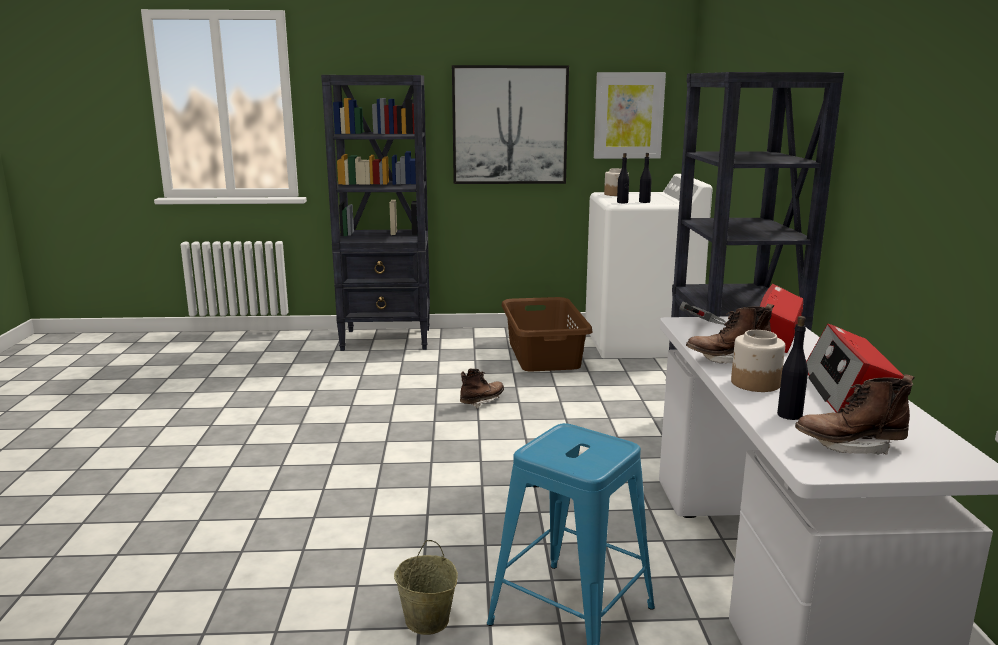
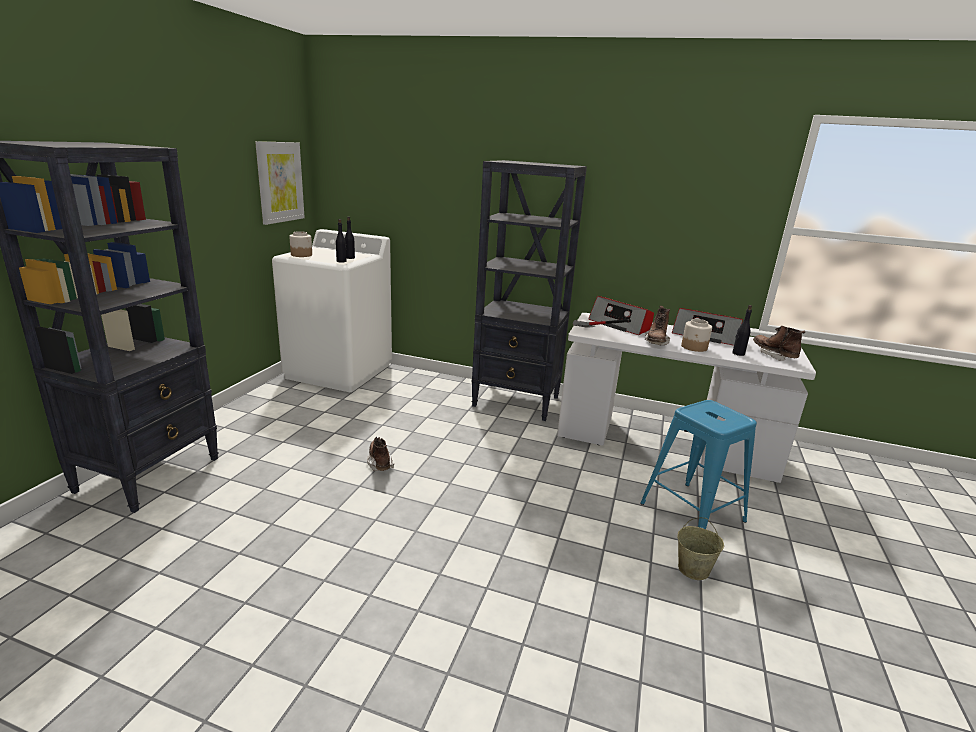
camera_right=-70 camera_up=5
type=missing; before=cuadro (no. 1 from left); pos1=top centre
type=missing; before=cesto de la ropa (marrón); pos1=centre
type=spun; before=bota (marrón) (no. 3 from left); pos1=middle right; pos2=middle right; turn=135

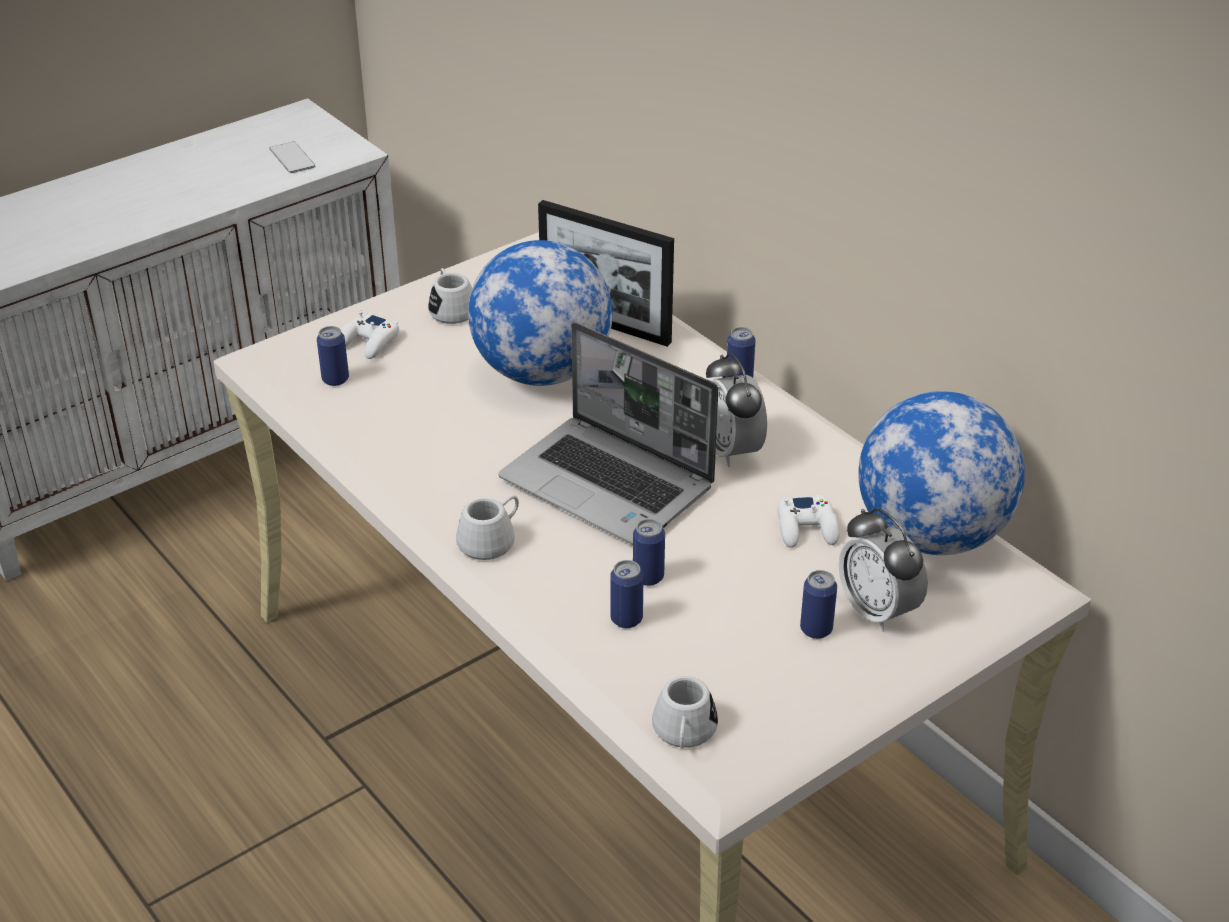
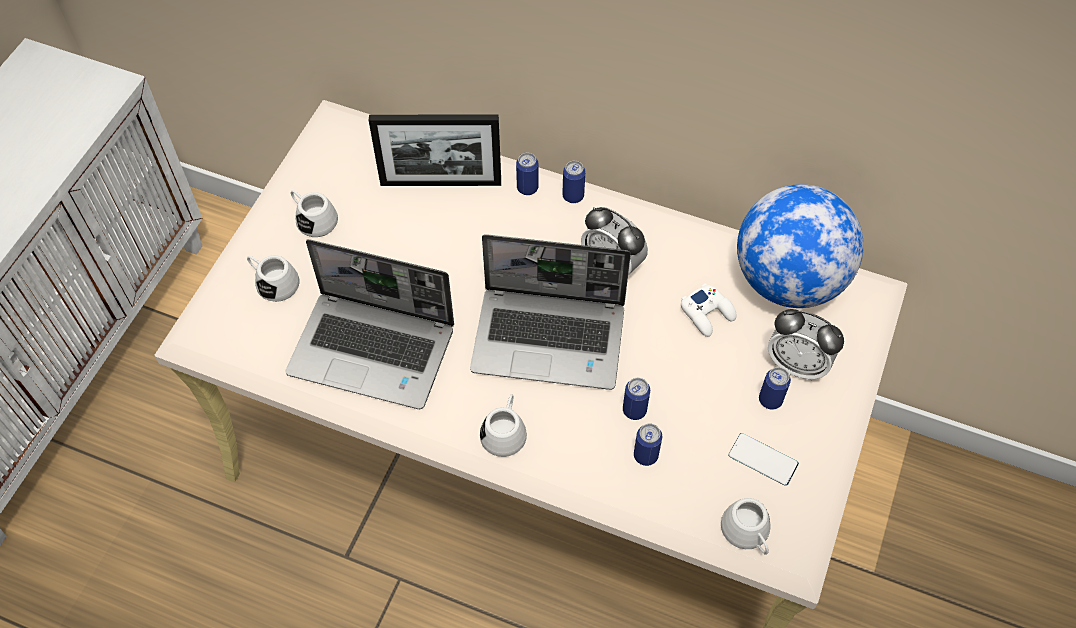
camera_right=-30 camera_up=20
type=relocated; before=móvil; pos1=top left; pos2=bottom right
type=relocated; before=lata (no. 1 from left); pos1=middle left; pos2=top centre
type=exchanged; before=mando de consola (blanco) (no. 1 from left); after=taza grande (blanco) (no. 1 from left); pos1=middle left; pos2=middle left
type=missing; before=globo terráqueo (no. 1 from left); pos1=centre
type=appeared; after=portátil (no. 1 from left); pos2=centre

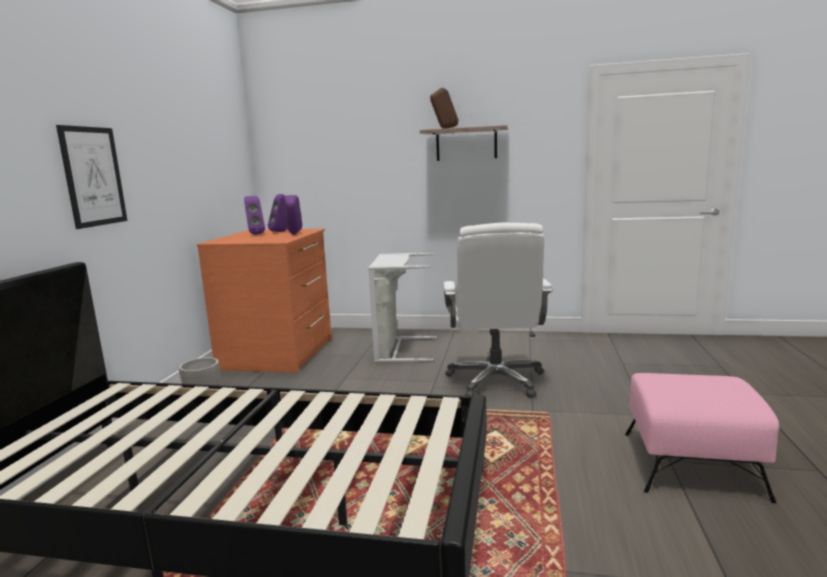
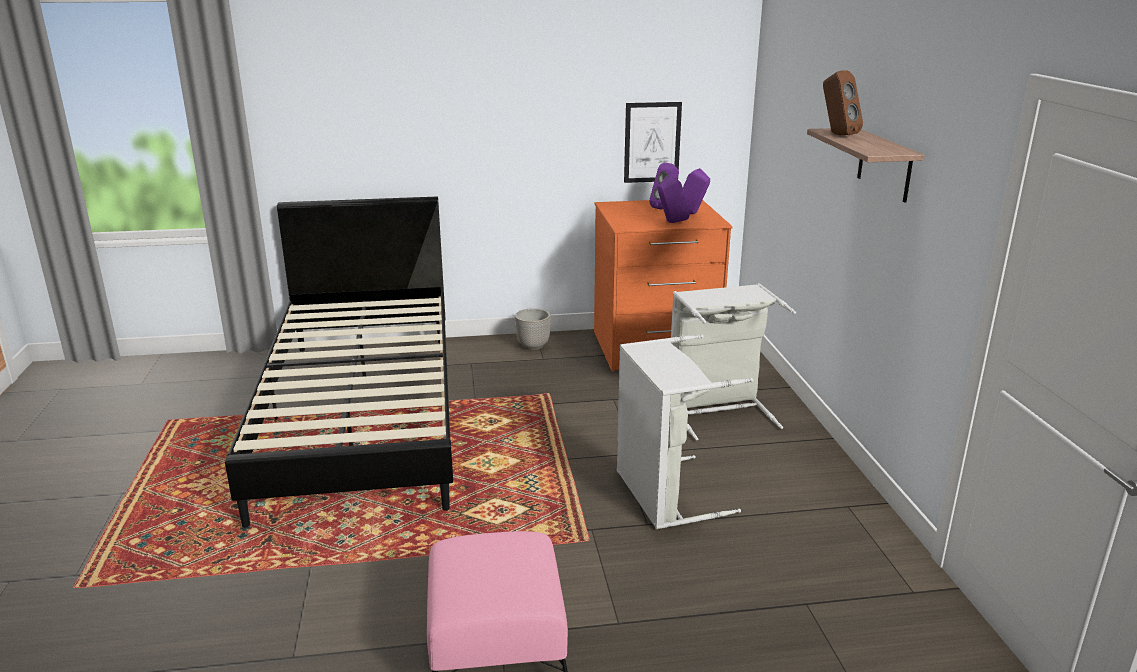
camera_right=70 camera_up=10
type=relocated; before=cuadro; pos1=top left; pos2=top centre
type=exchanged; before=silla de oficina (blanco); after=cesto de la ropa (gris) (no. 1 from left); pos1=centre; pos2=centre

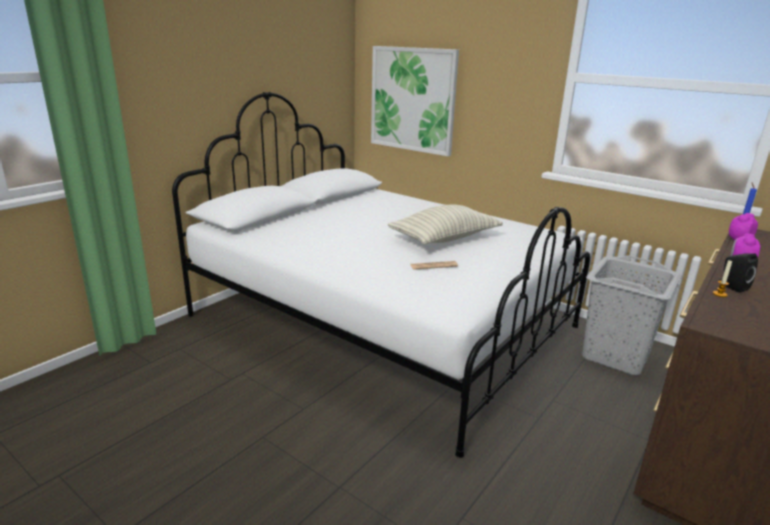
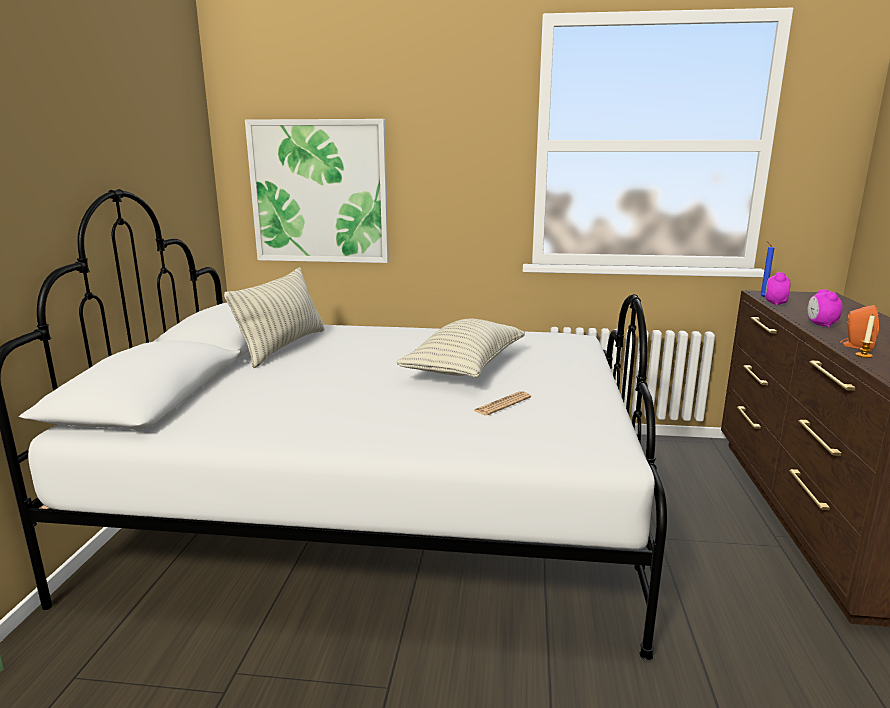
camera_right=-30 camera_up=-5
type=missing; before=cesto de la ropa (gris); pos1=middle right
type=colour; before=altavoz (negro); after=altavoz (naranja); pos1=middle right; pos2=middle right
type=appeared; after=cojín (no. 1 from left); pos2=middle left

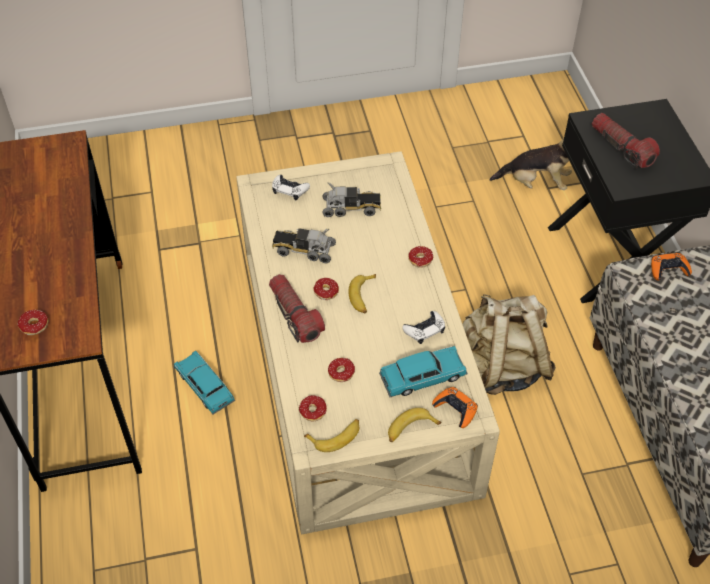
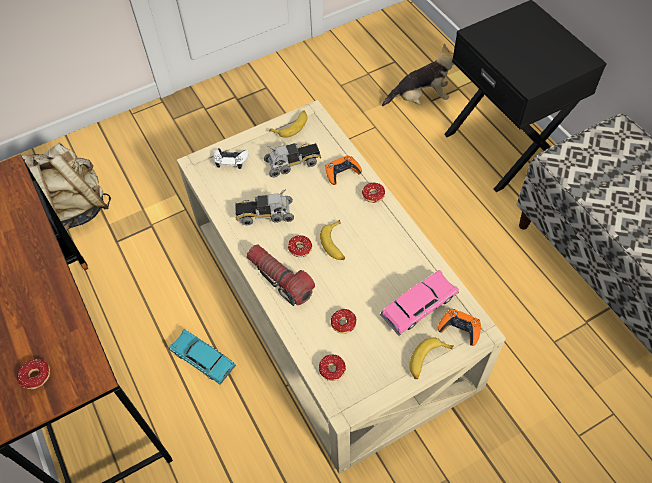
camera_right=-15 camera_up=5
type=relocated; before=plátano (no. 1 from left); pos1=bottom centre; pos2=top centre
type=colour; before=coche de juguete (turquesa) (no. 2 from left); after=coche de juguete (rosa); pos1=centre; pos2=centre
type=missing; before=mando de consola (blanco) (no. 2 from left); pos1=centre
type=relocated; before=mochila (beis); pos1=middle right; pos2=middle left
type=missing; before=linterna (no. 2 from left); pos1=top right
type=relocated; before=mando de consola (naranja) (no. 2 from left in the first image); after=mando de consola (naranja) (no. 1 from left); pos1=middle right; pos2=centre

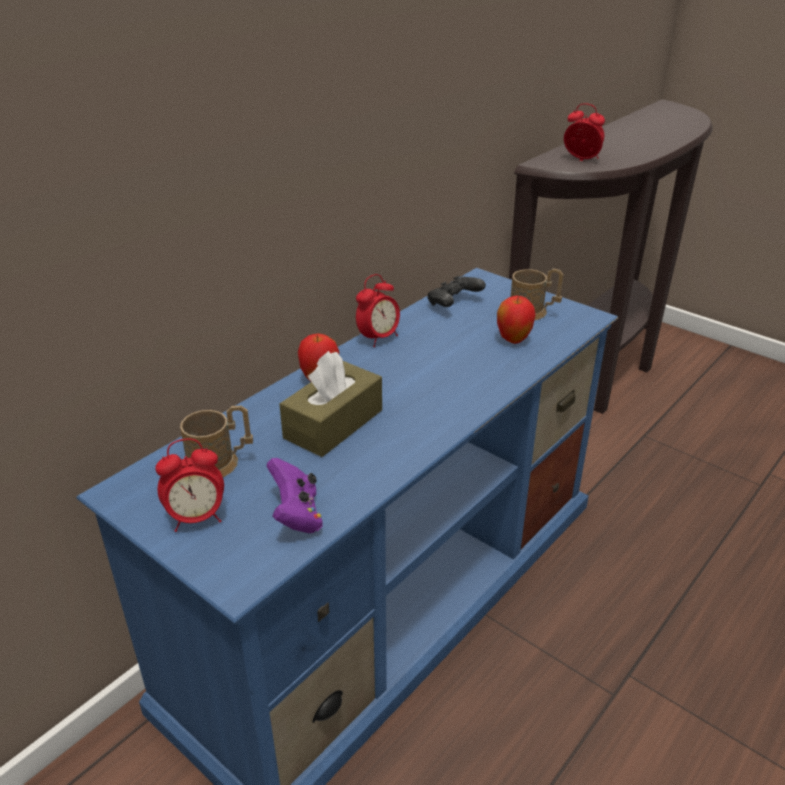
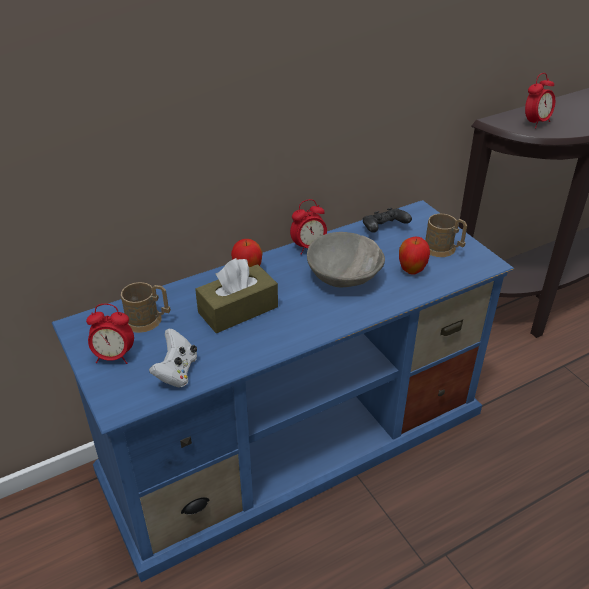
camera_right=20 camera_up=5
type=colour; before=mando de consola (morado); after=mando de consola (blanco); pos1=centre; pos2=middle left
type=spun; before=despertador (no. 3 from left); pos1=top right; pos2=top right; turn=90
type=appeared; after=cuenco (gris); pos2=centre

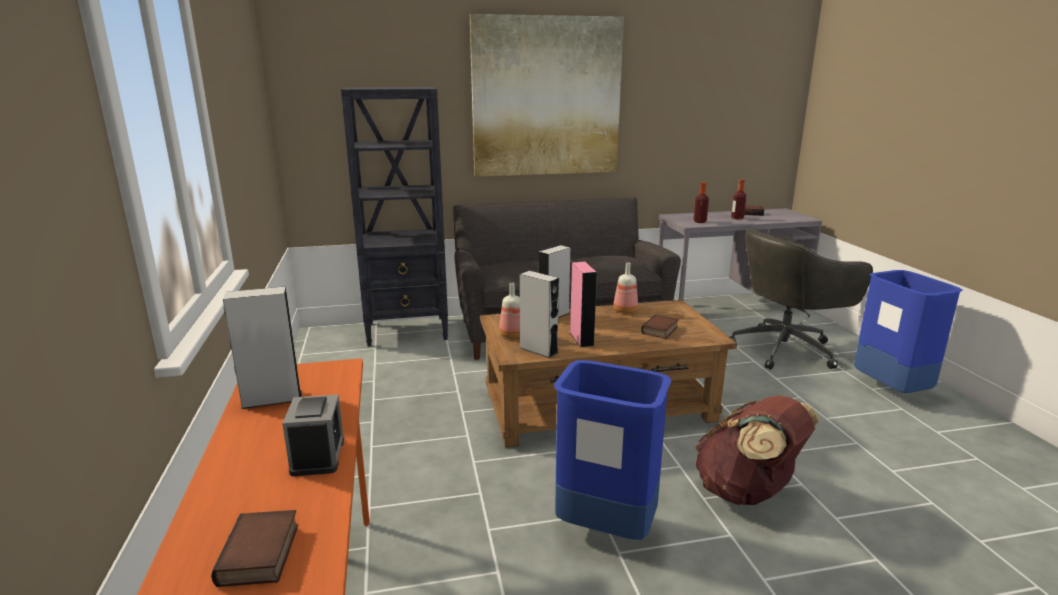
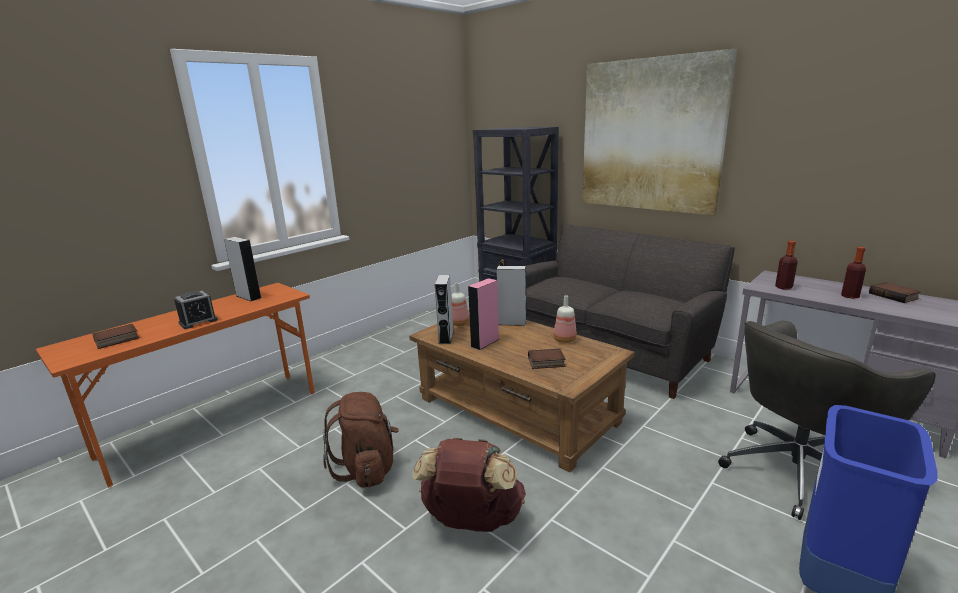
camera_right=55 camera_up=0
type=exchanged; before=papelera (azul) (no. 1 from left); after=mochila (marrón) (no. 1 from left); pos1=bottom centre; pos2=bottom centre
type=spun; before=silla de oficina (gris); pos1=middle right; pos2=bottom right; turn=-60

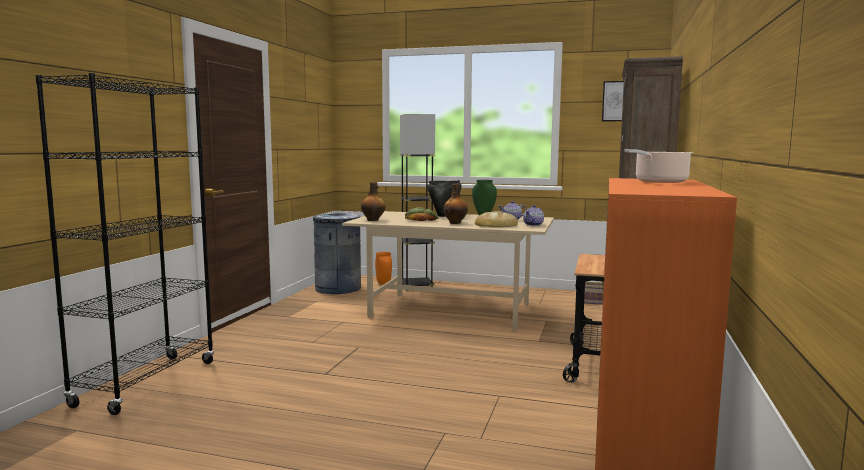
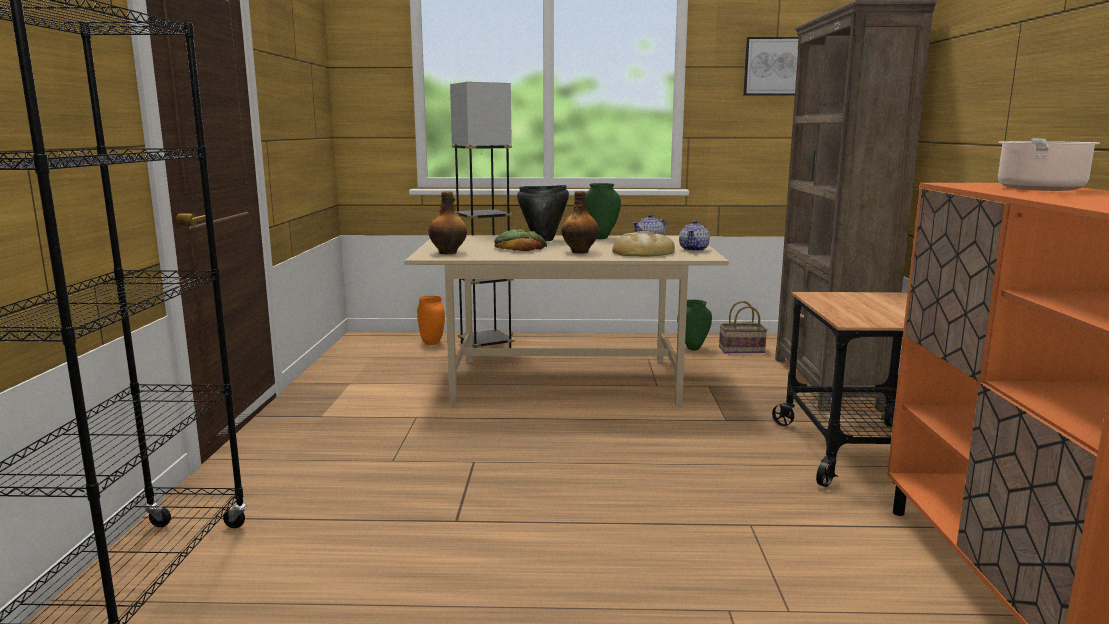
camera_right=-15 camera_up=5
type=missing; before=papelera (gris); pos1=centre
type=appeared; after=florero (verde) (no. 2 from left); pos2=centre

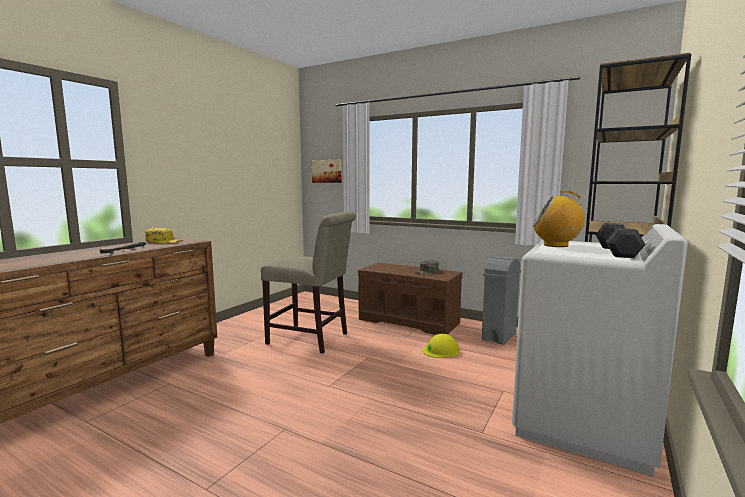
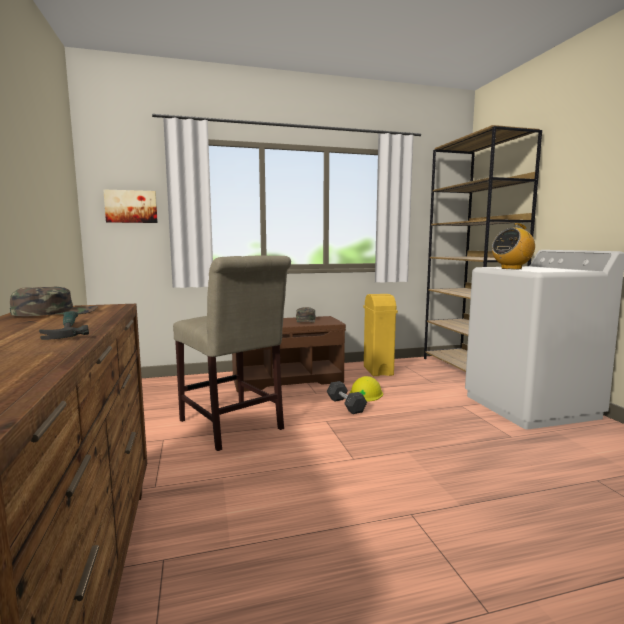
camera_right=-45 camera_up=0
type=colour; before=gorra (amarillo); after=gorra (verde) (no. 1 from left); pos1=middle left; pos2=middle left
type=spun; before=silla (beis); pos1=centre; pos2=centre; turn=75
type=colour; before=papelera (gris); after=papelera (amarillo); pos1=middle right; pos2=centre
type=relocated; before=mancuerna (gris); pos1=middle right; pos2=centre

